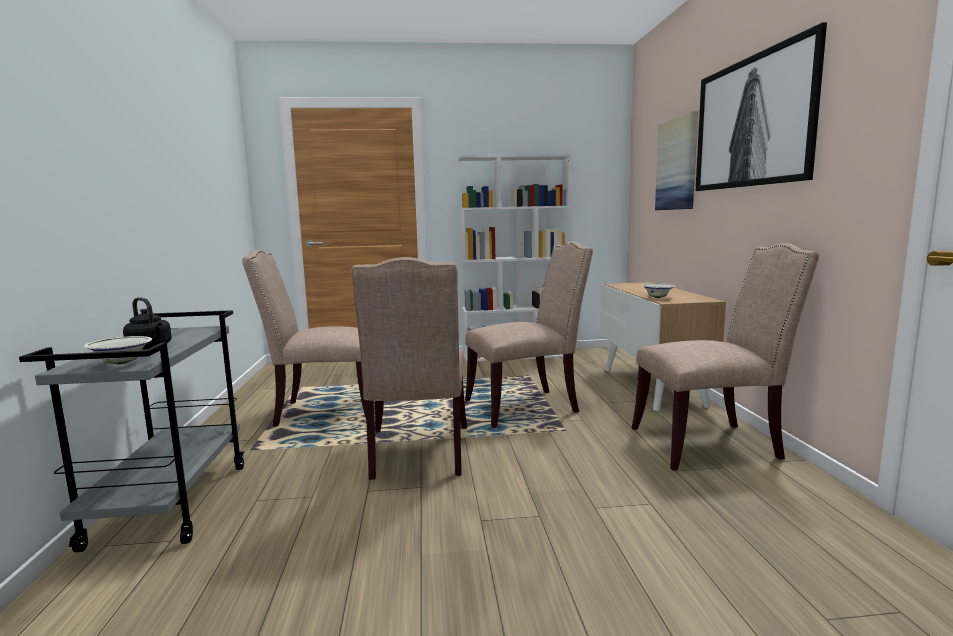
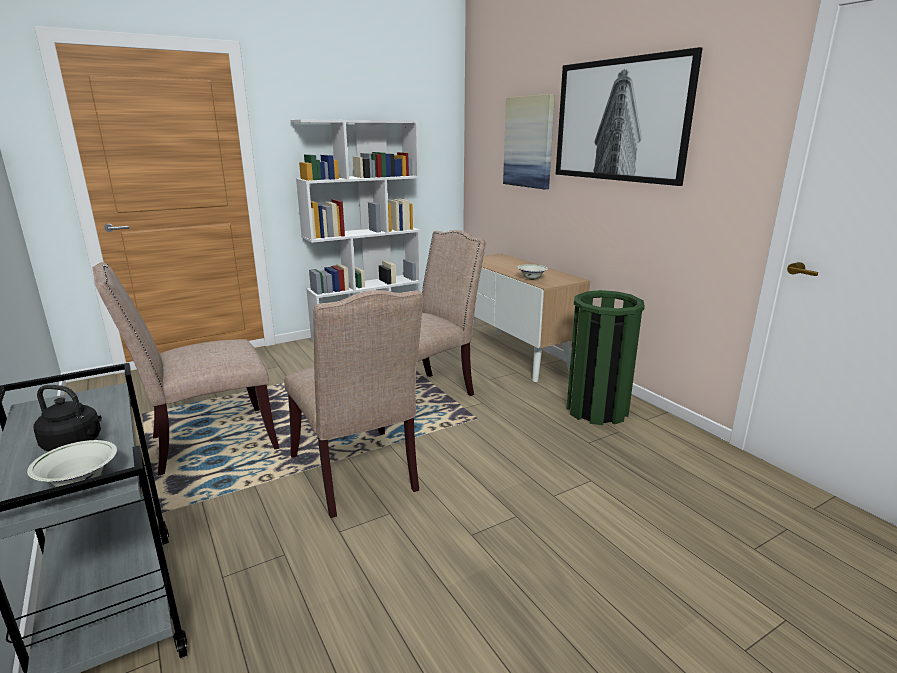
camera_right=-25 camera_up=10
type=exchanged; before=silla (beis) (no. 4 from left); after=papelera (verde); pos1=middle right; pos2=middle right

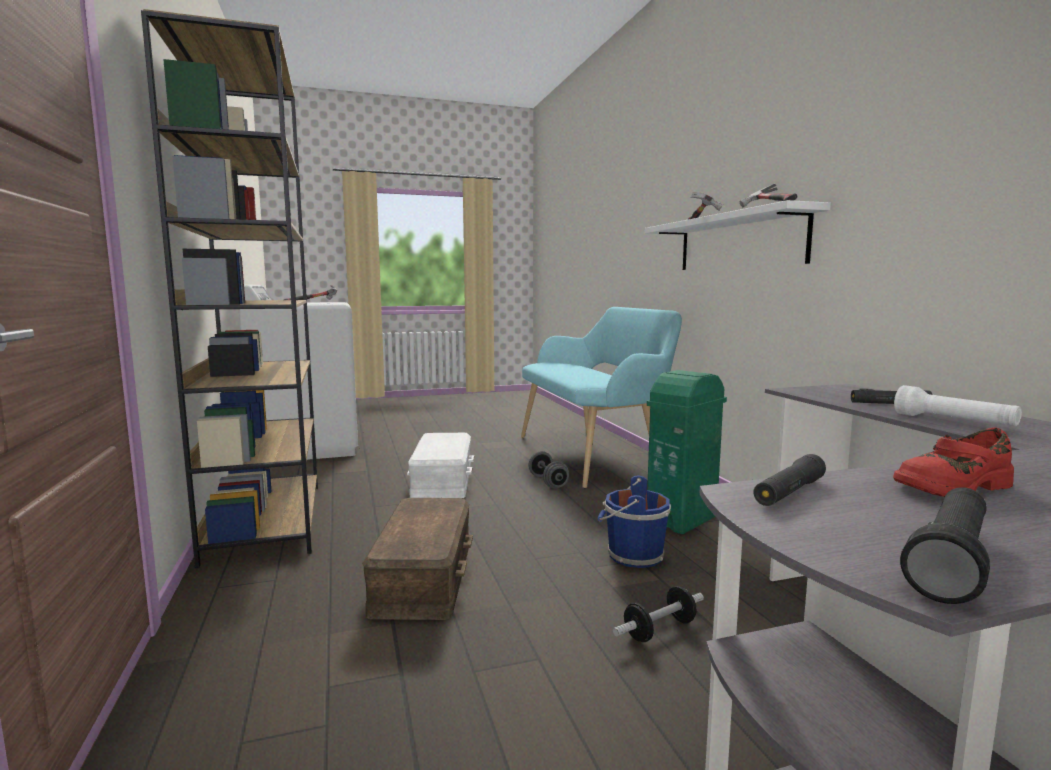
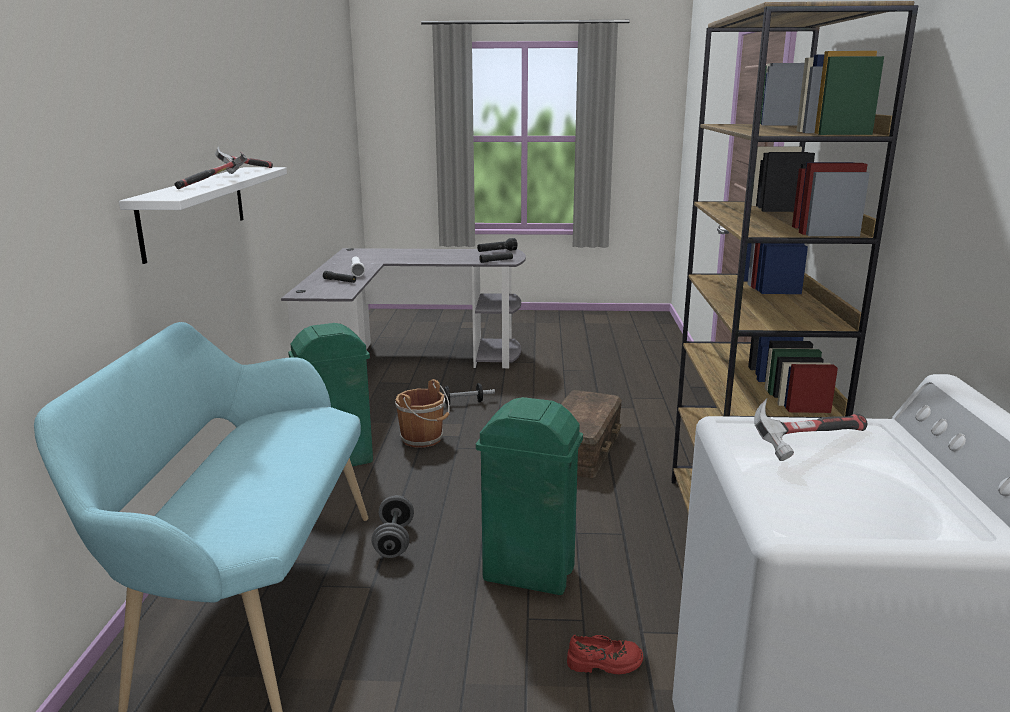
camera_right=-160 camera_up=10
type=exchanged; before=caja de almacenaje (blanco); after=papelera (verde) (no. 2 from left); pos1=centre; pos2=bottom centre
type=colour; before=cubo (azul); after=cubo (marrón); pos1=bottom centre; pos2=centre
type=relocated; before=zapato (rojo); pos1=middle right; pos2=bottom centre

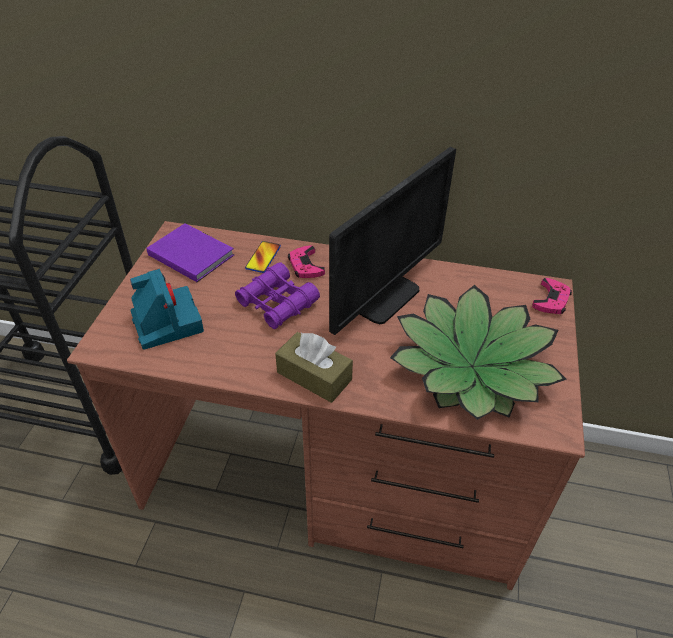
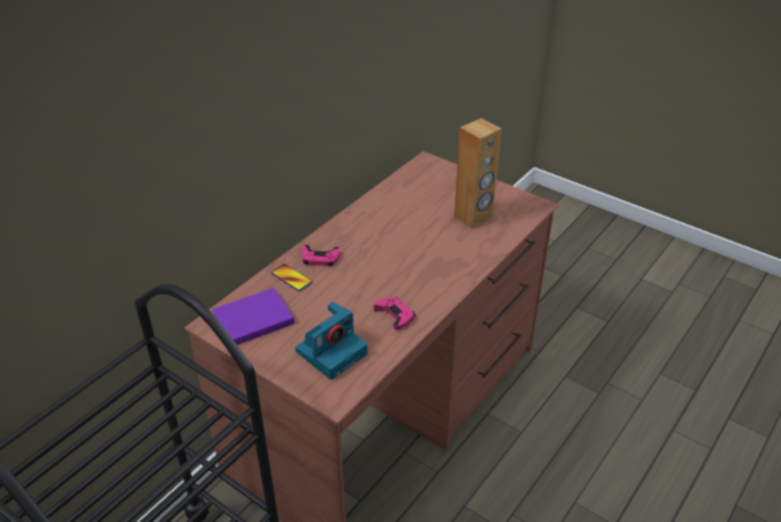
camera_right=-65 camera_up=-5
type=spun; before=cámara; pos1=middle left; pos2=centre; turn=135
type=missing; before=prismáticos (morado); pos1=centre
type=missing; before=caja de pañuelos (marrón); pos1=centre
type=missing; before=monitor; pos1=centre
type=exchanged; before=planta en maceta; after=altavoz (marrón); pos1=middle right; pos2=top centre
type=relocated; before=mando de consola (rosa) (no. 2 from left); pos1=middle right; pos2=centre

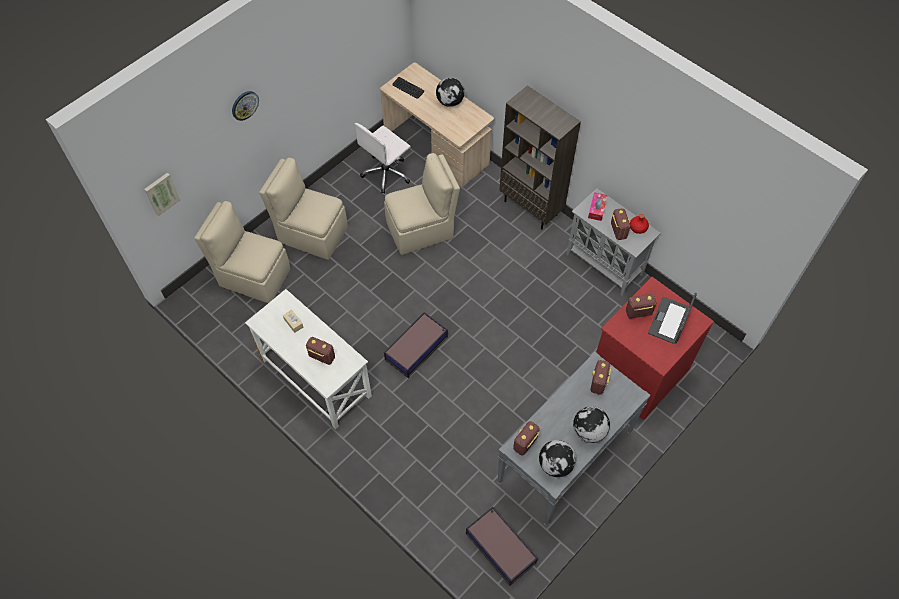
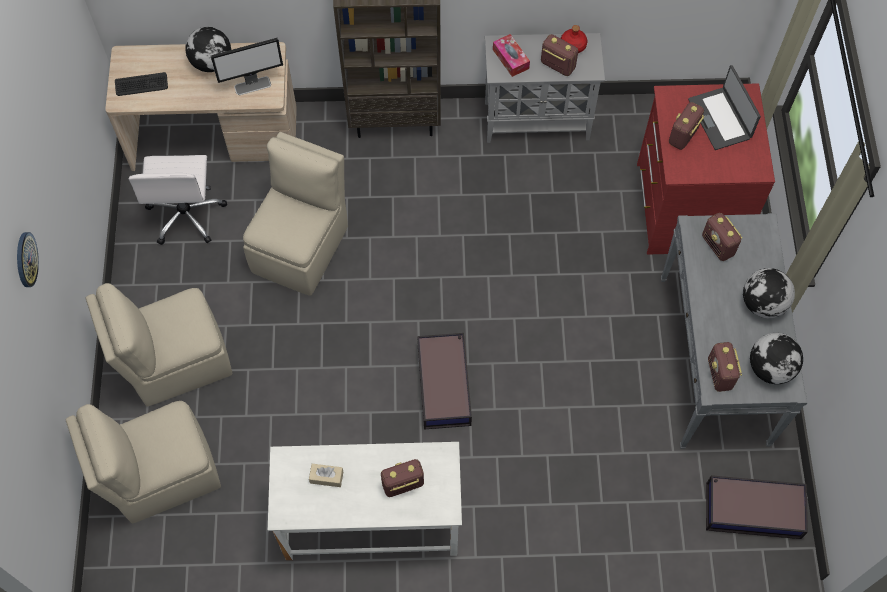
camera_right=-45 camera_up=5
type=missing; before=cuadro; pos1=top left
type=appeared; after=monitor; pos2=top left

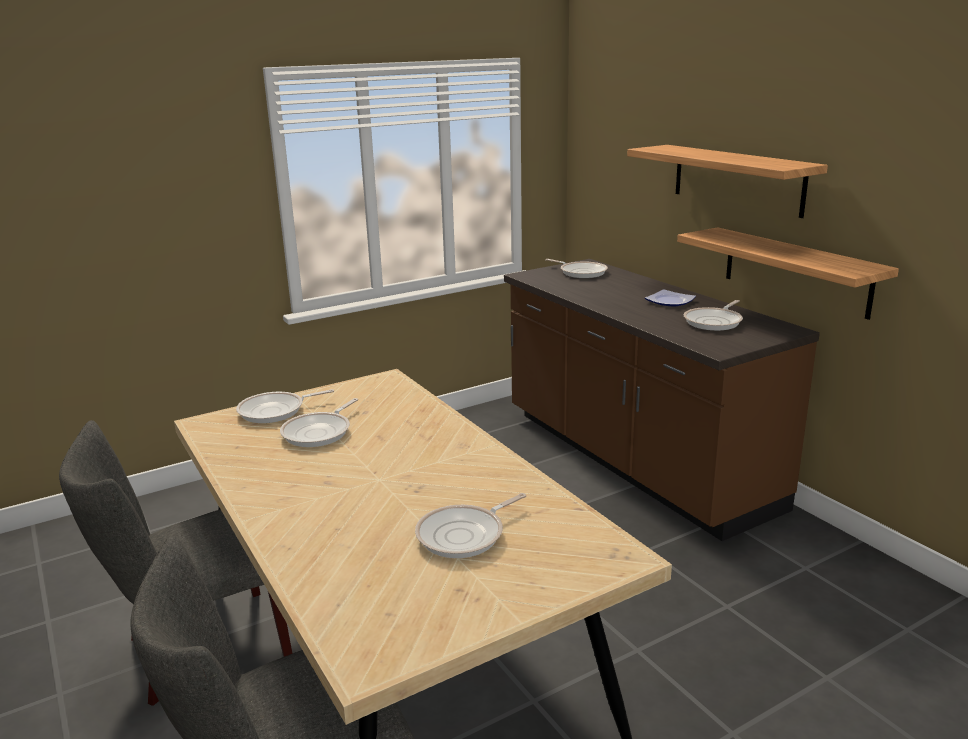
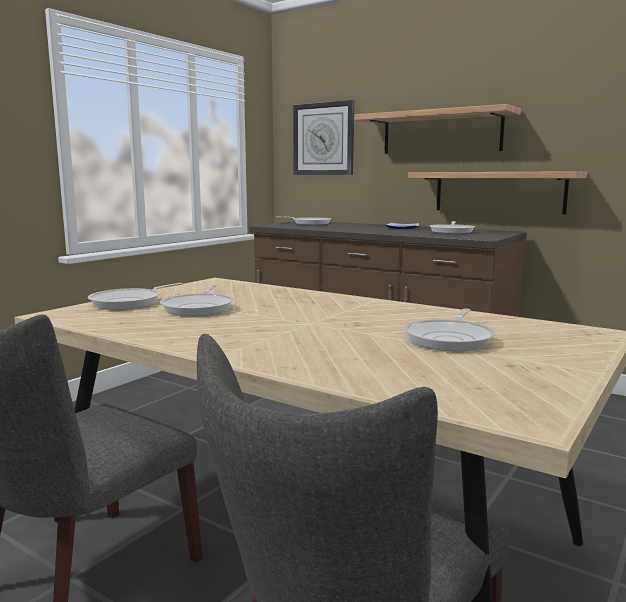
camera_right=-25 camera_up=-10
type=appeared; after=reloj de pared; pos2=top centre

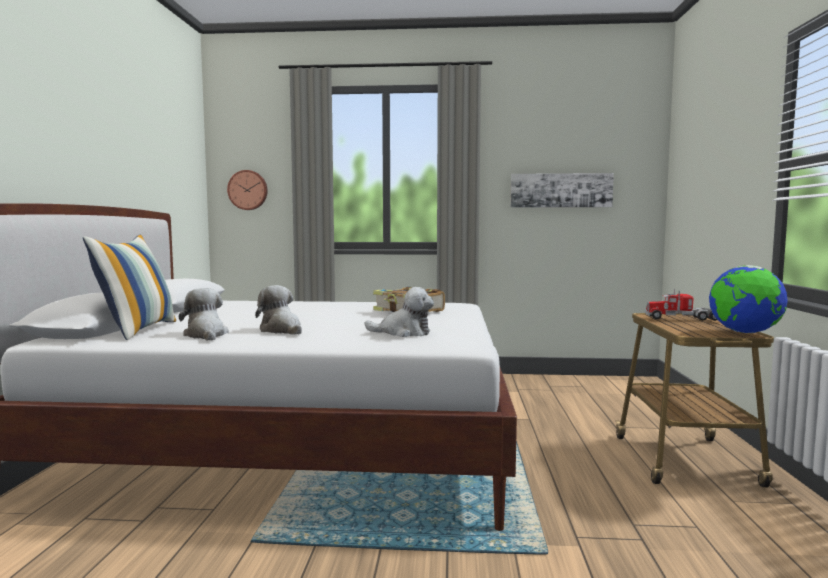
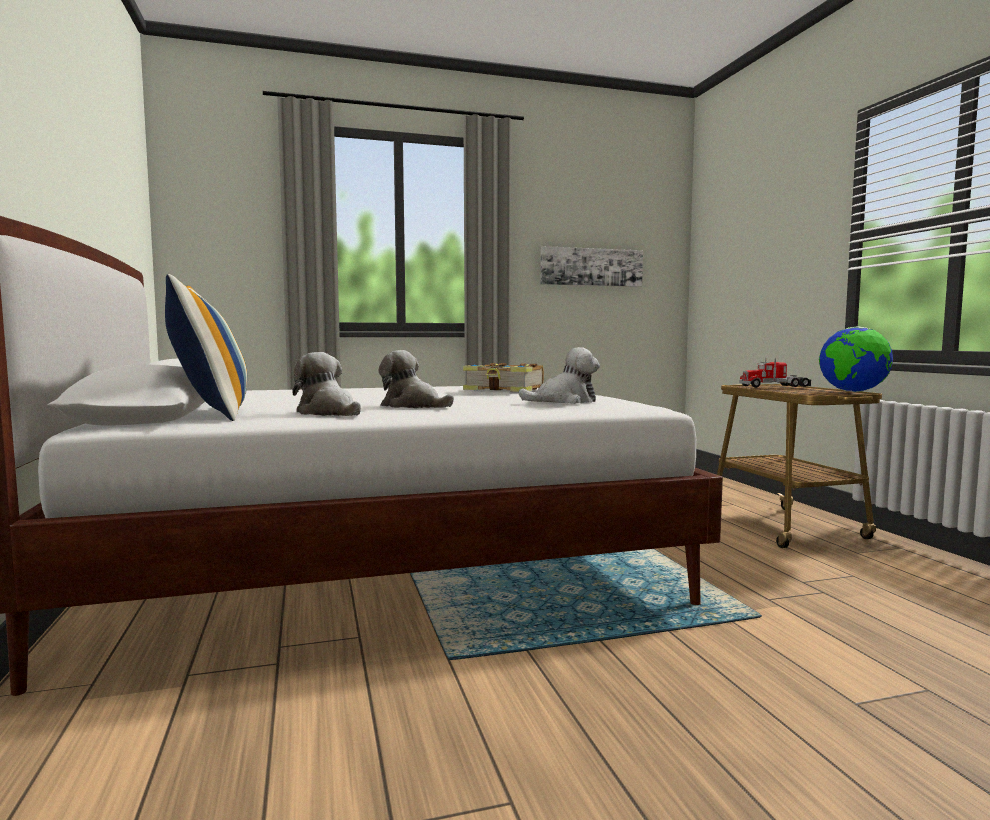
camera_right=-20 camera_up=0
type=missing; before=reloj de pared; pos1=top left

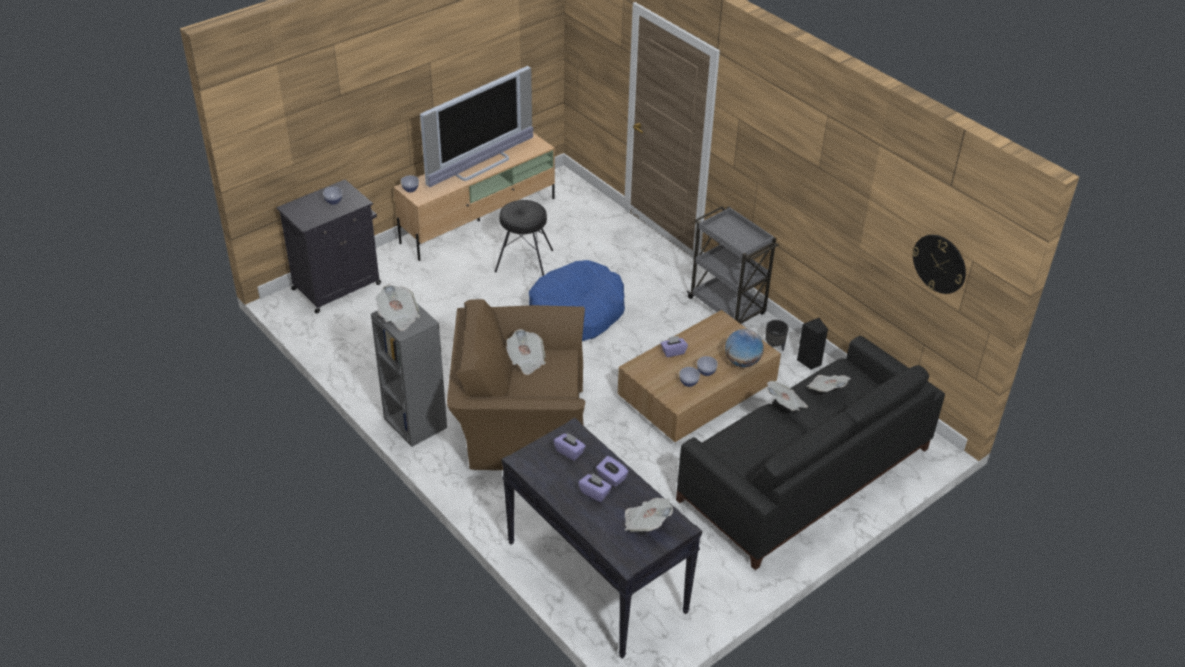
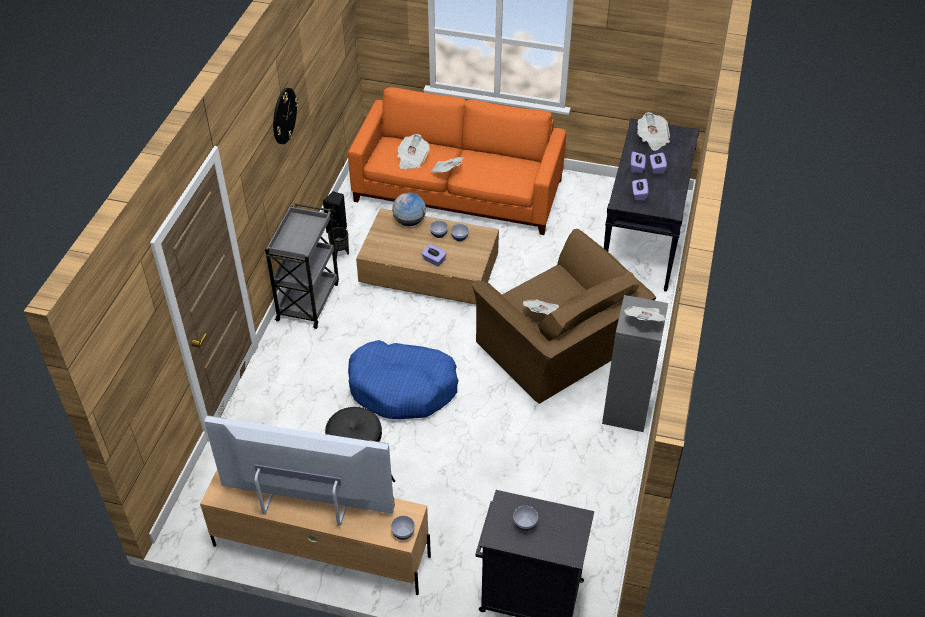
camera_right=-125 camera_up=5
type=colour; before=sofá (negro); after=sofá (naranja); pos1=bottom right; pos2=top centre
type=relocated; before=reloj de pared; pos1=middle right; pos2=top left

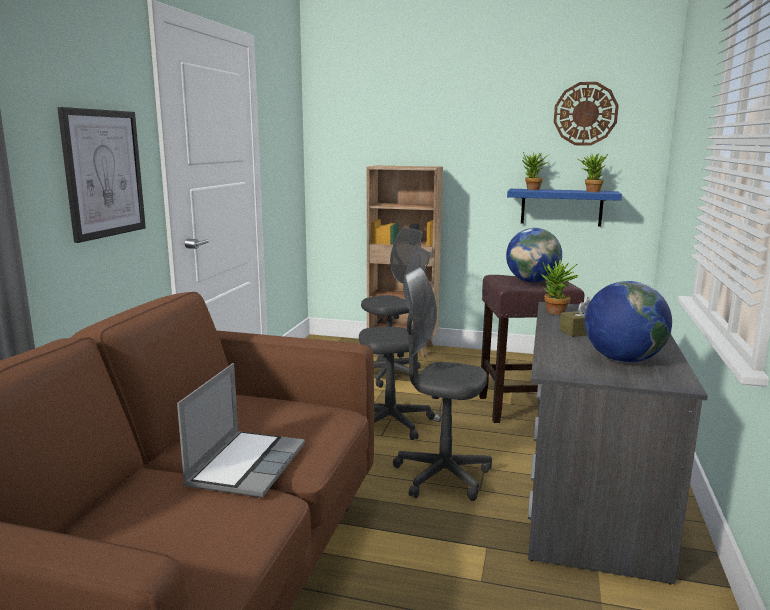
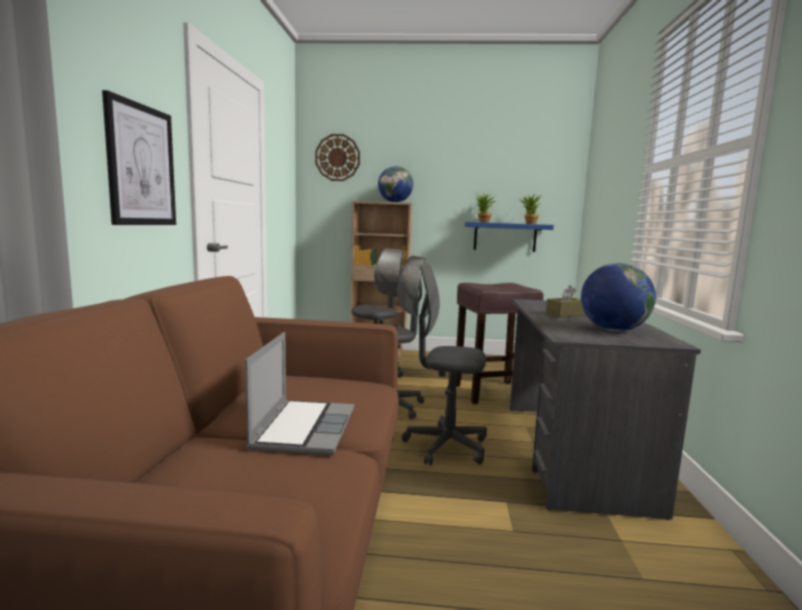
camera_right=-10 camera_up=-5
type=relocated; before=globo terráqueo (no. 1 from left); pos1=middle right; pos2=top centre
type=missing; before=planta en maceta (no. 2 from left); pos1=middle right
type=relocated; before=reloj de pared; pos1=top right; pos2=top centre

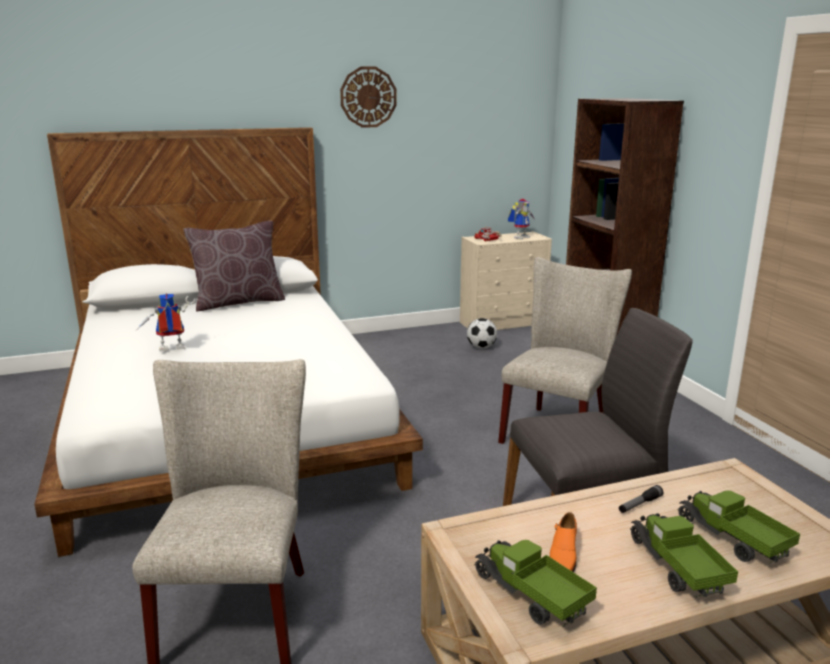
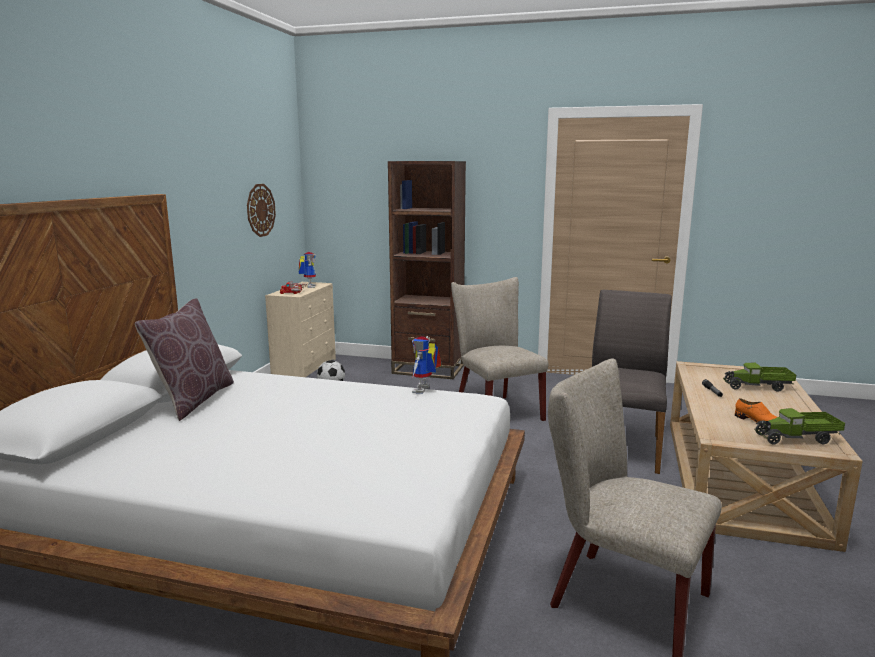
camera_right=-55 camera_up=-5
type=relocated; before=robot de juguete (no. 1 from left in the first image); after=robot de juguete (no. 2 from left); pos1=middle left; pos2=centre
type=relocated; before=reloj de pared; pos1=top centre; pos2=top left
type=missing; before=camión de juguete (no. 3 from left); pos1=bottom right

